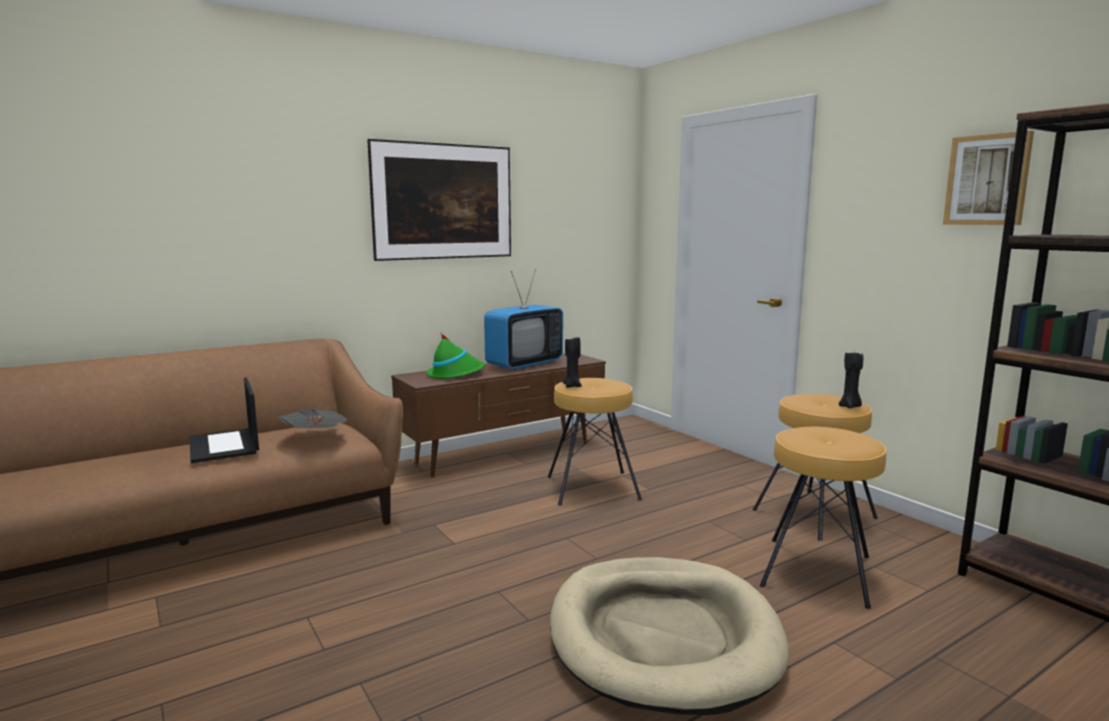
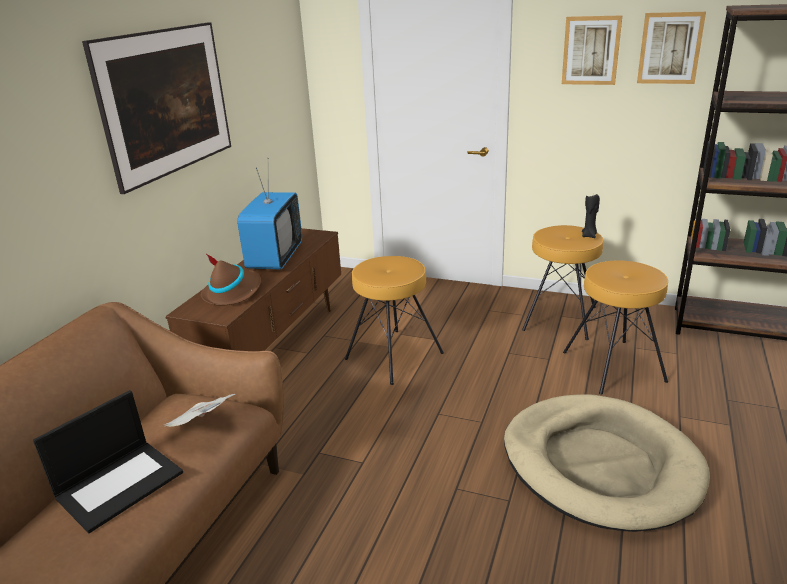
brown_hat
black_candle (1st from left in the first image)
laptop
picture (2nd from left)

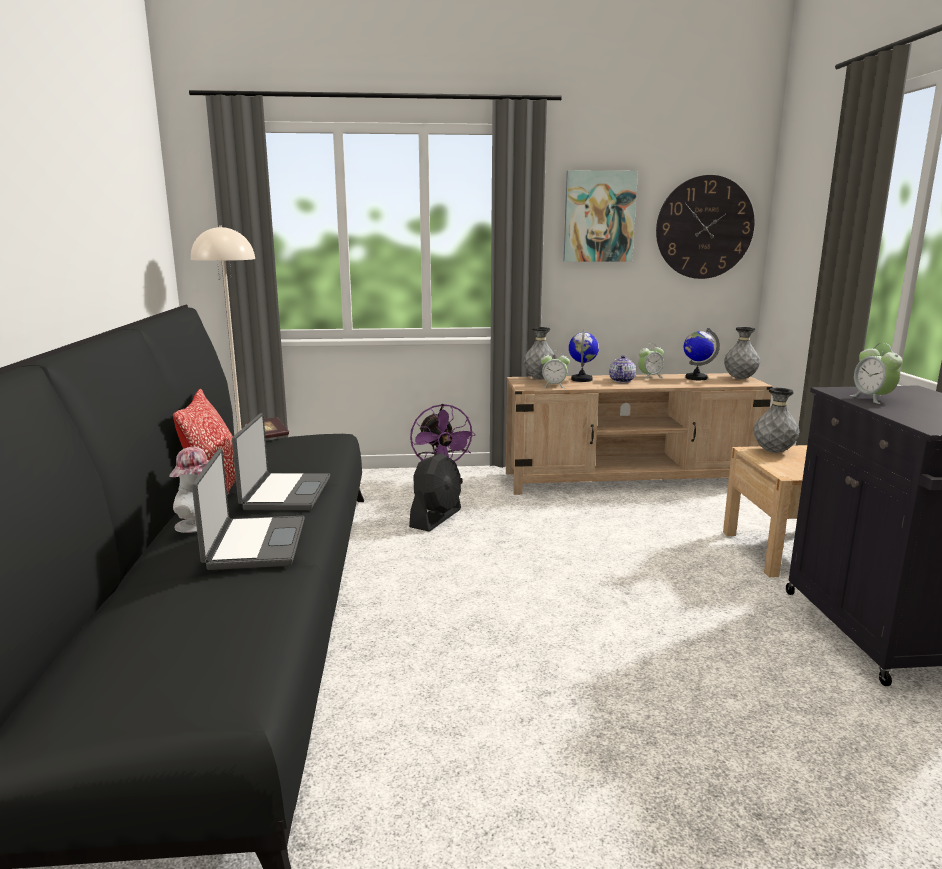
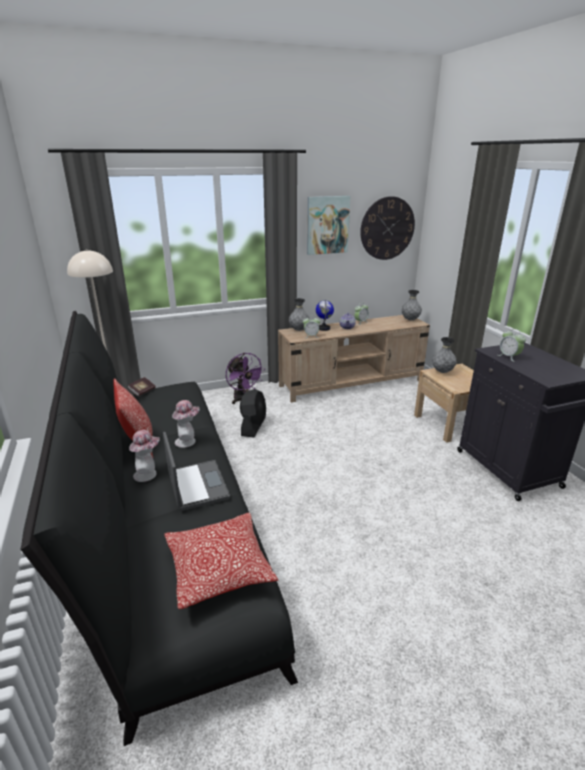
globe (2nd from left in the first image)
hat (2nd from left)
pillow (2nd from left)

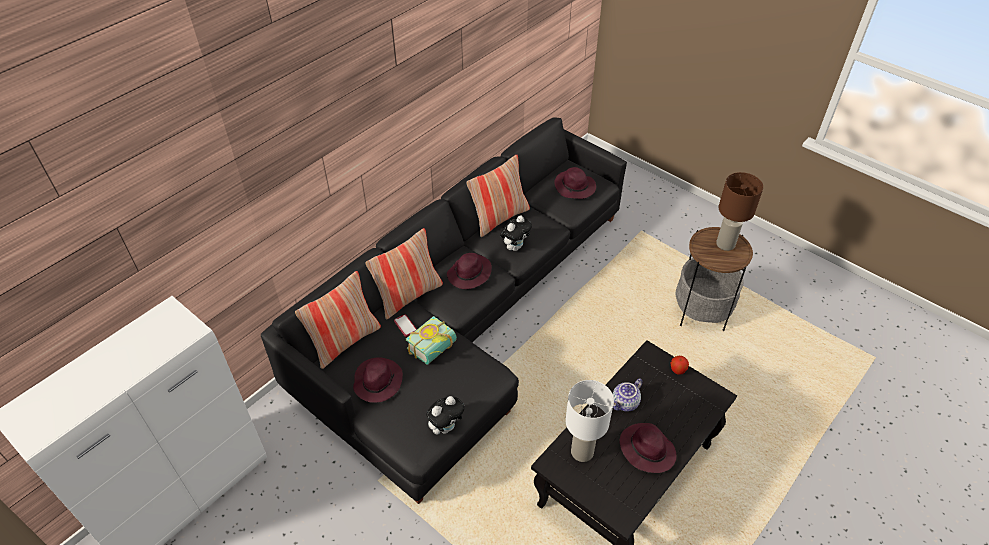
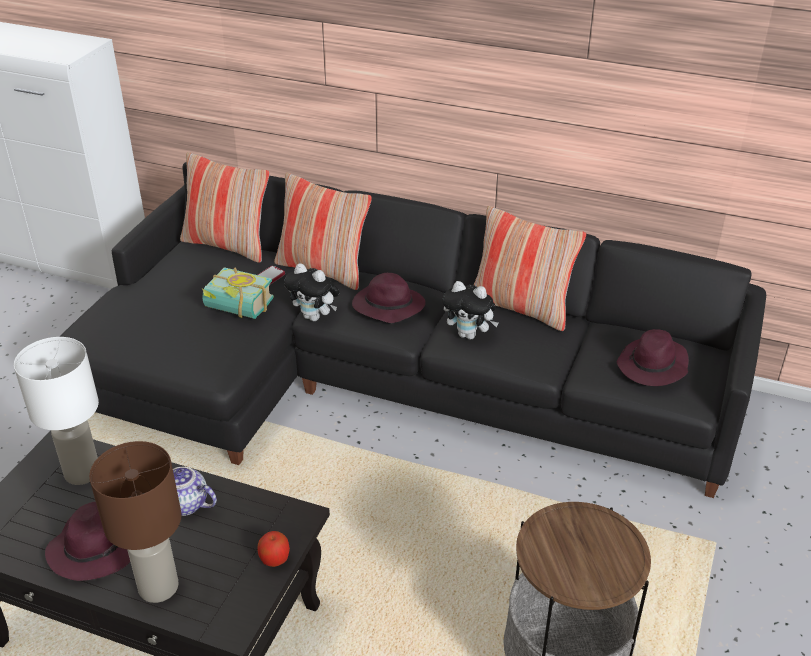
brown_table_lamp
purple_hat (1st from left in the first image)
plush_toy (1st from left)

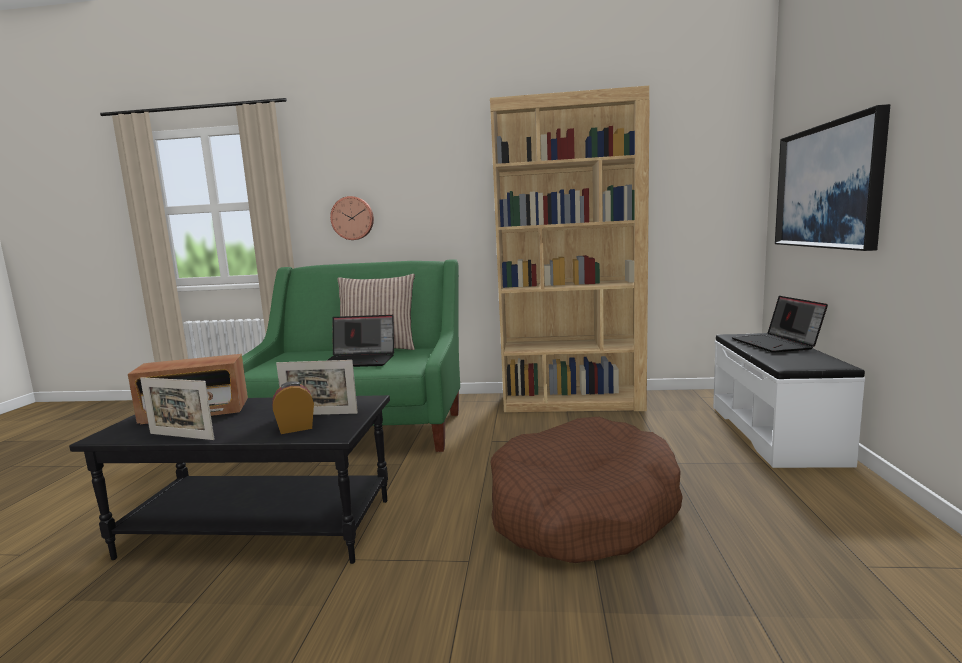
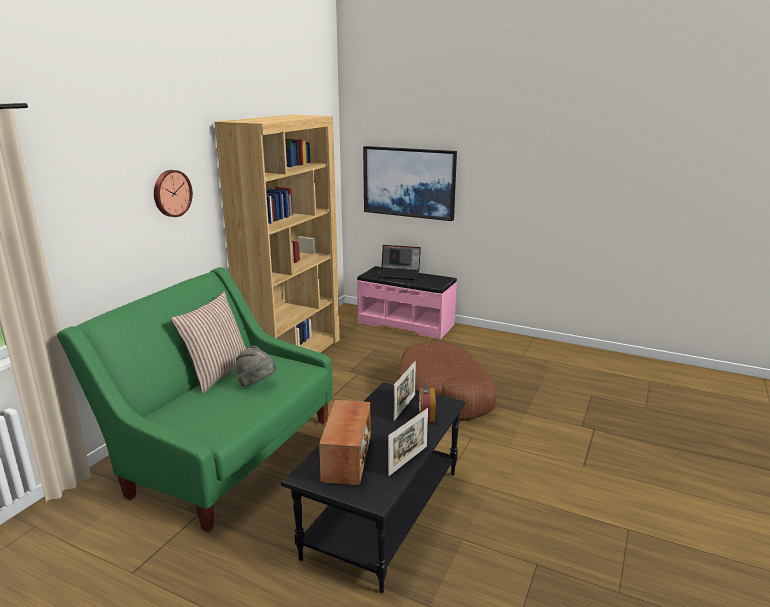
wall_clock
grey_hat
pink_bench

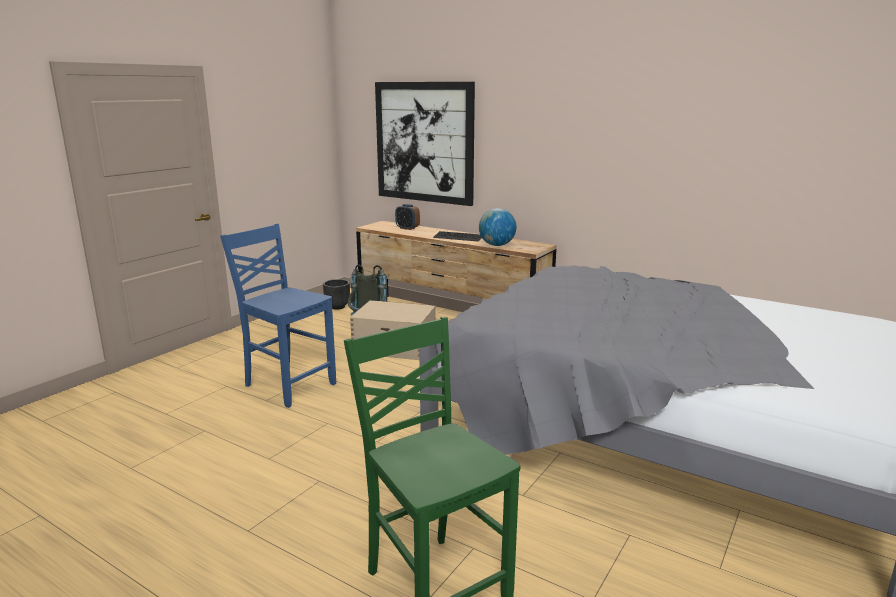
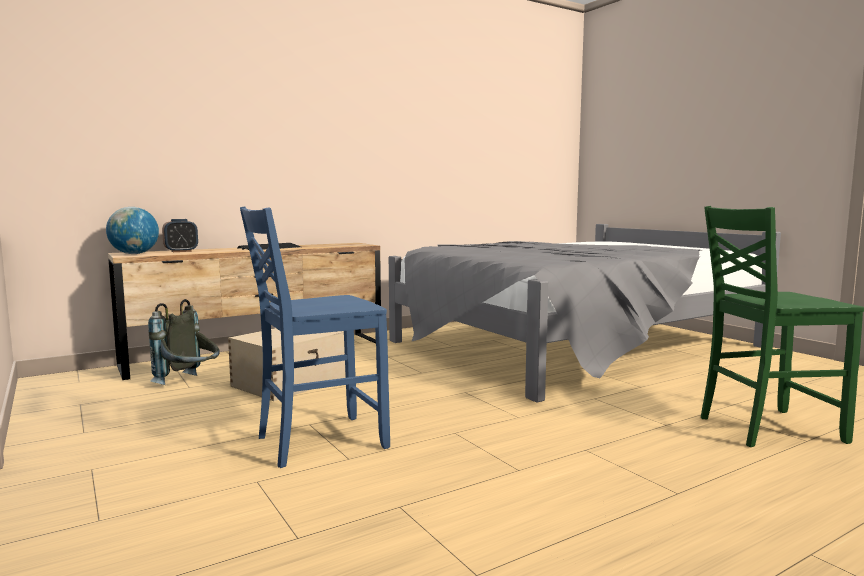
picture
globe
black_planter

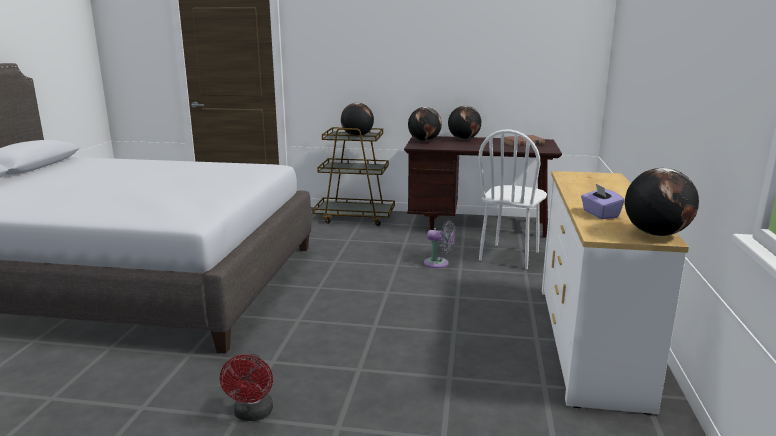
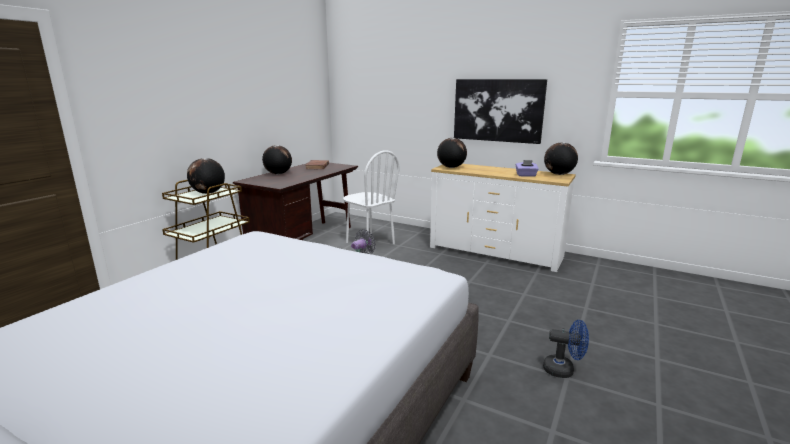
globe (3rd from left)
blue_fan
picture

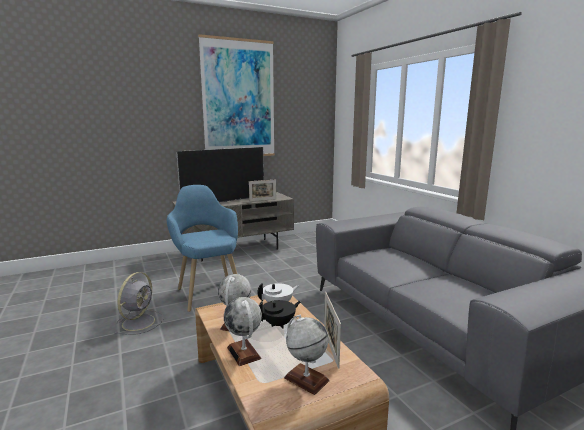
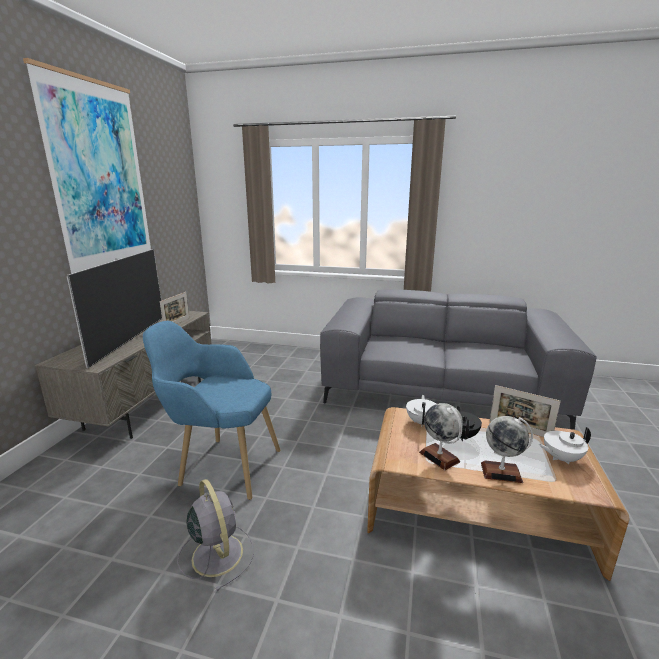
white_teapot (2nd from left)

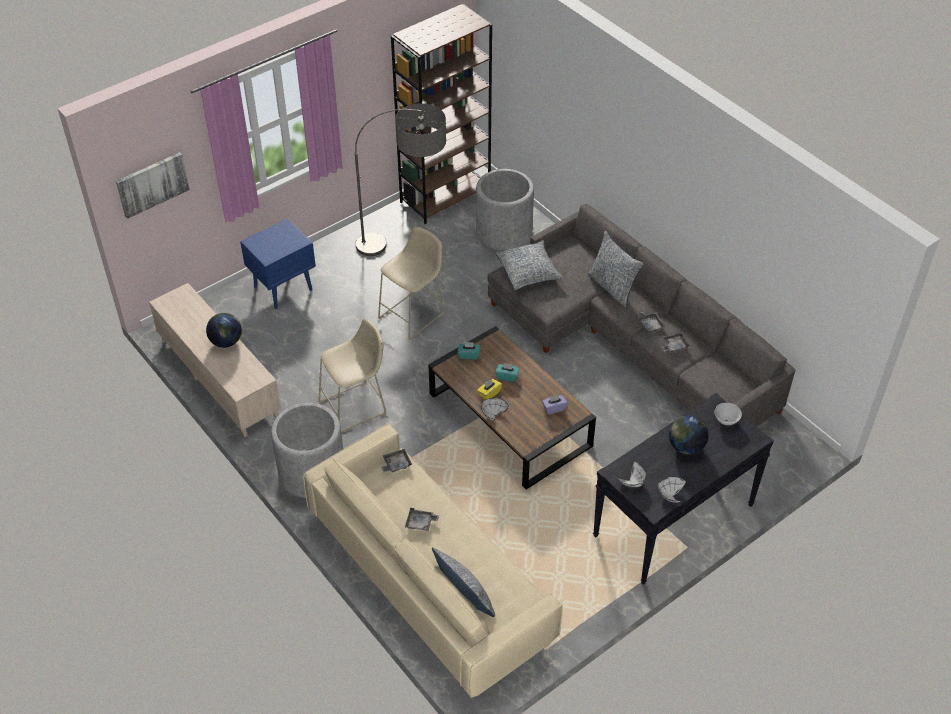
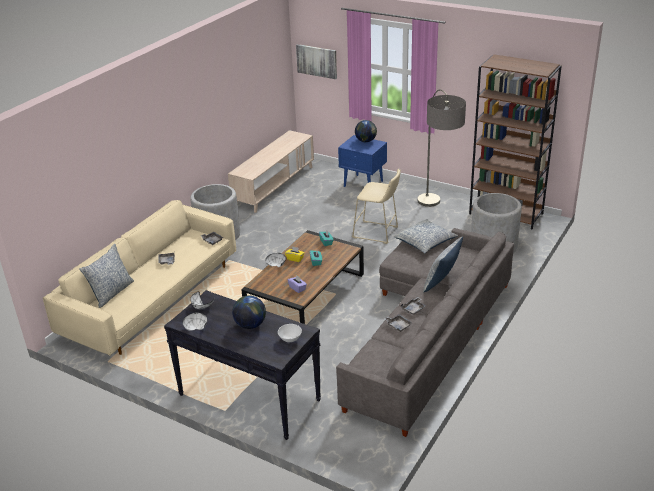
globe (2nd from left)
beige_stool (1st from left in the first image)

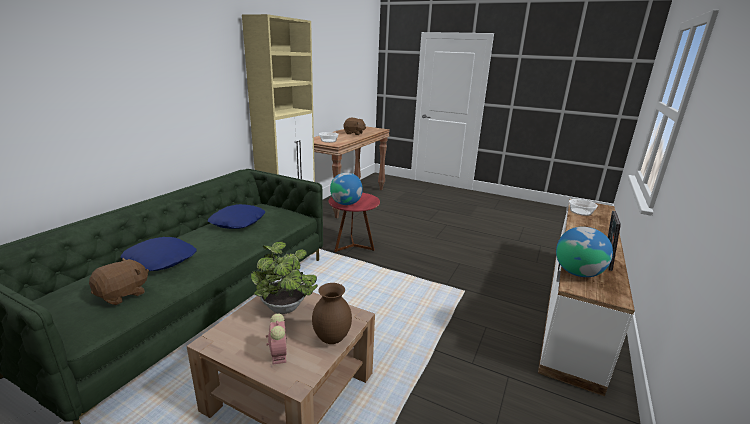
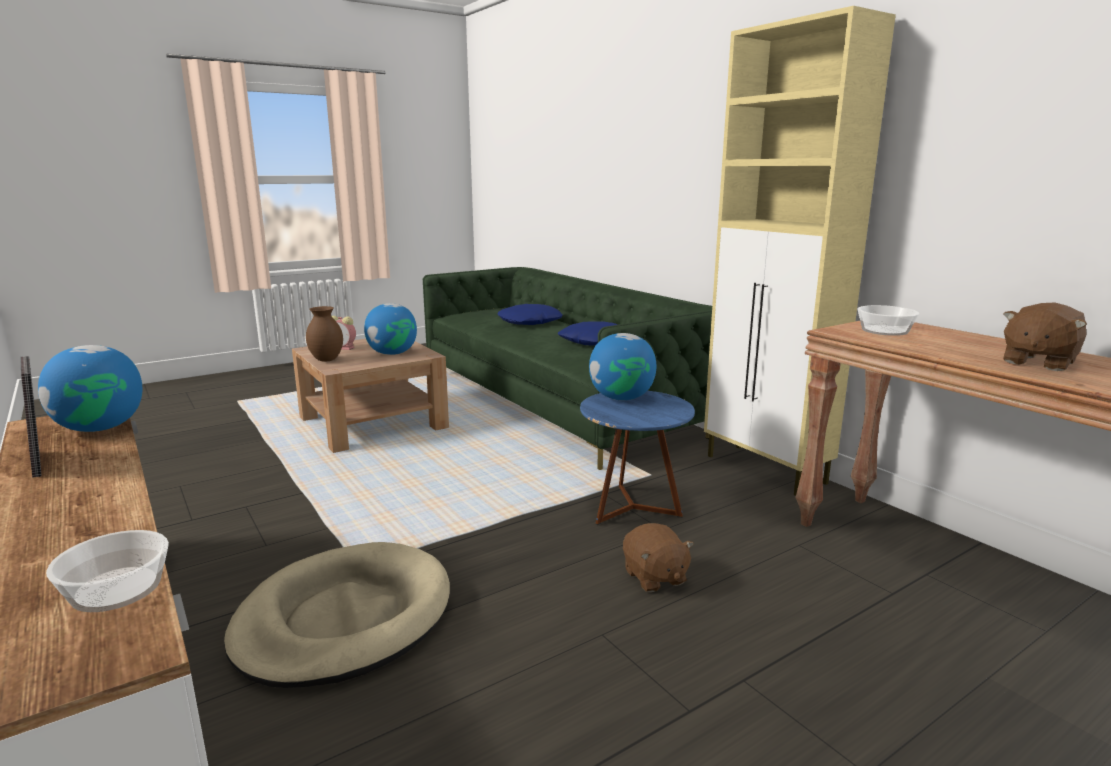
blue_side_table
globe (2nd from left)
brown_plush_toy (1st from left)
beige_dog_bed

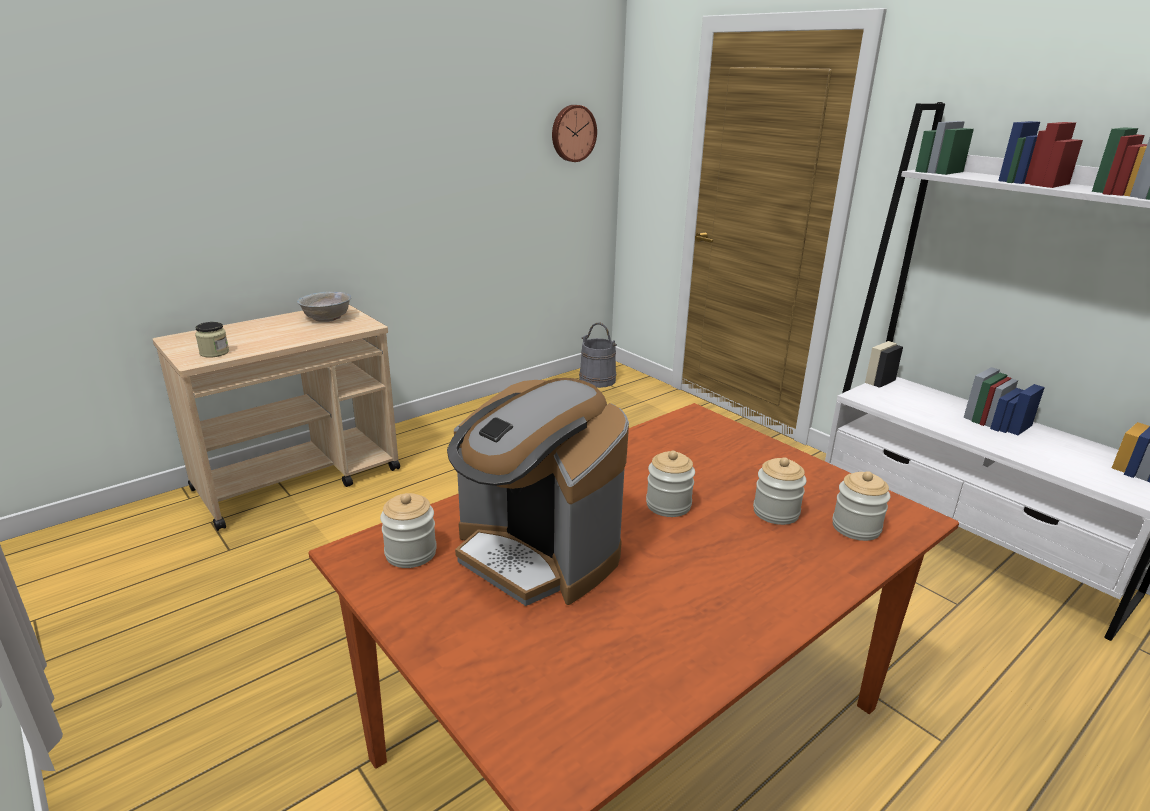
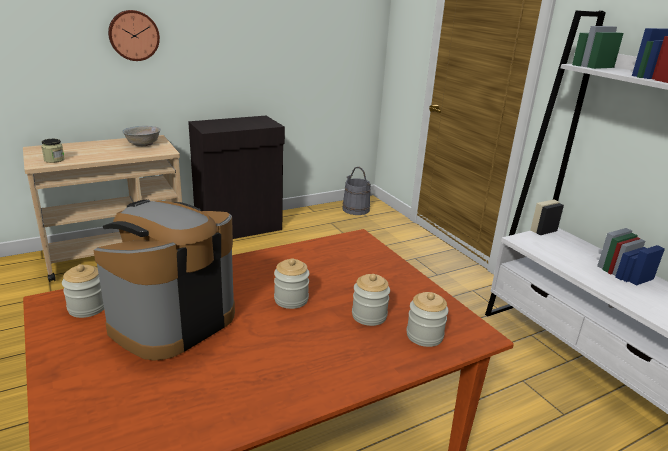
wall_clock
coffee_machine
black_cabinet

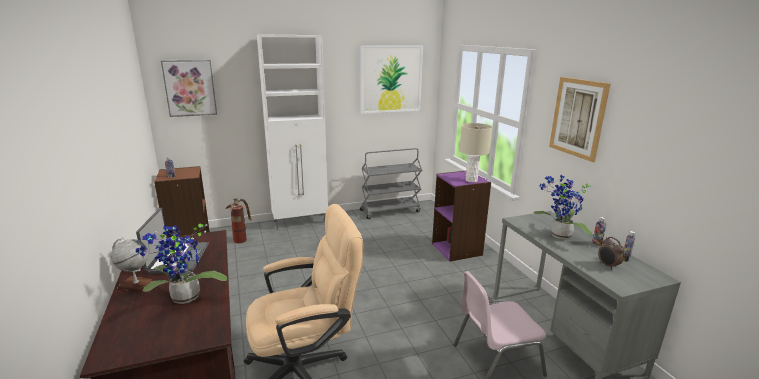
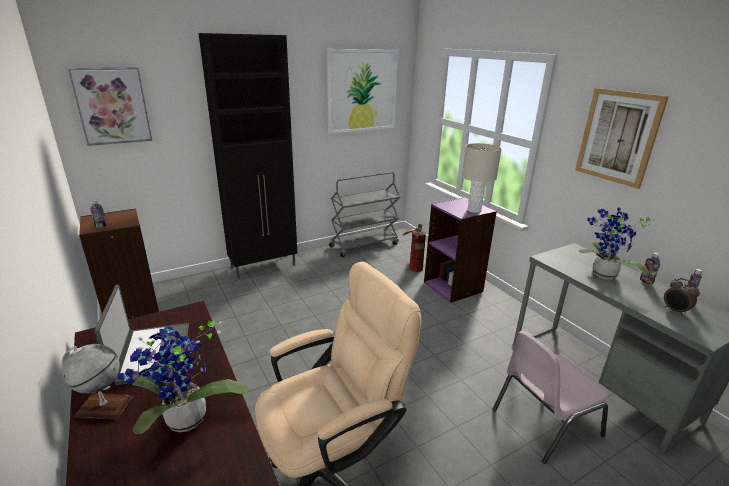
black_cabinet
fire_extinguisher

